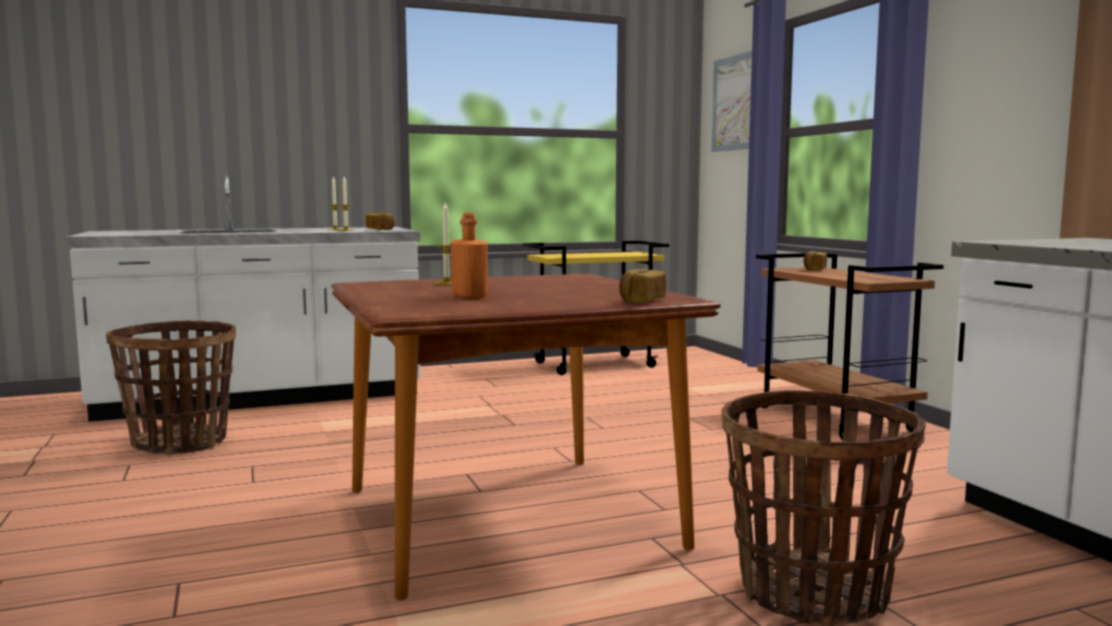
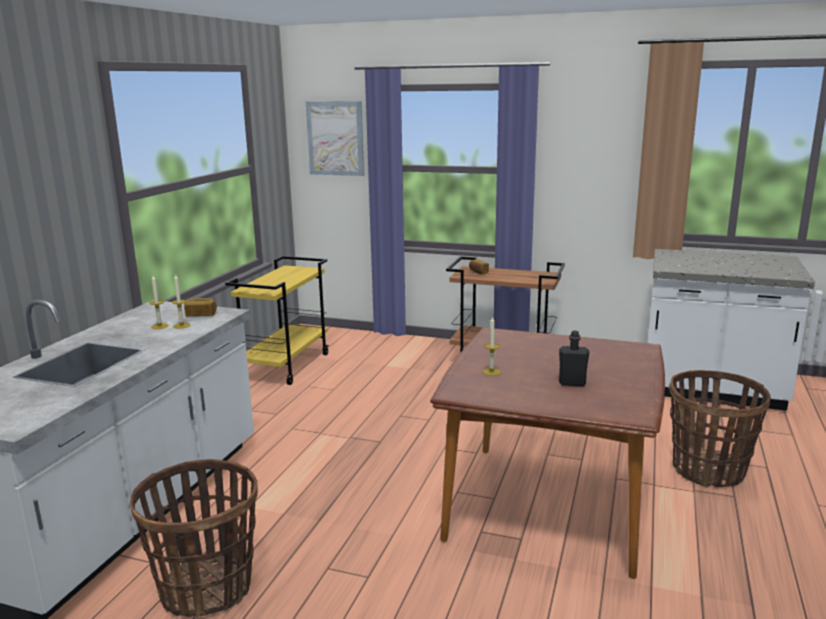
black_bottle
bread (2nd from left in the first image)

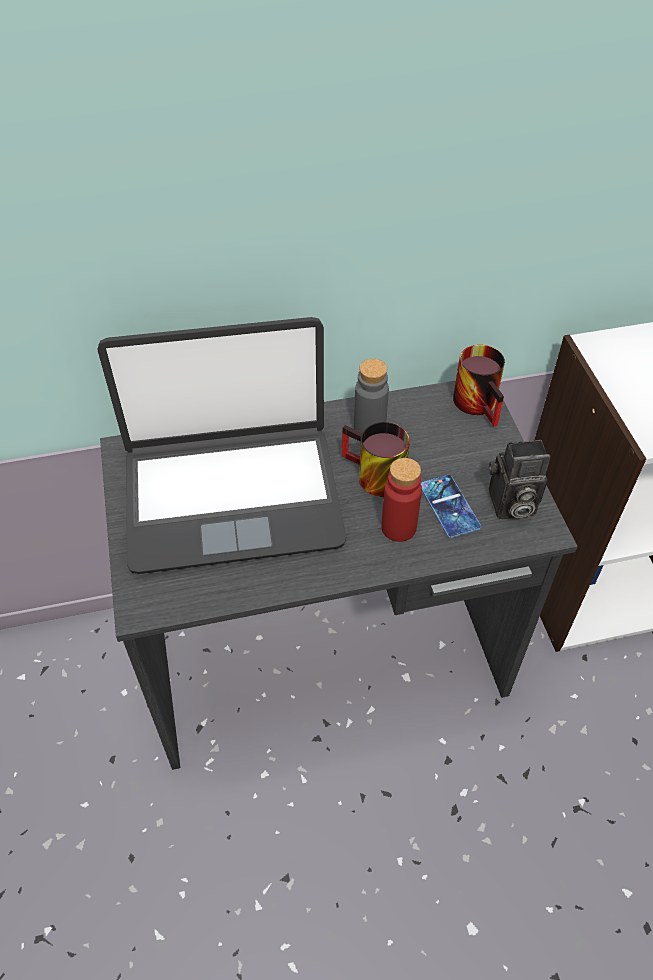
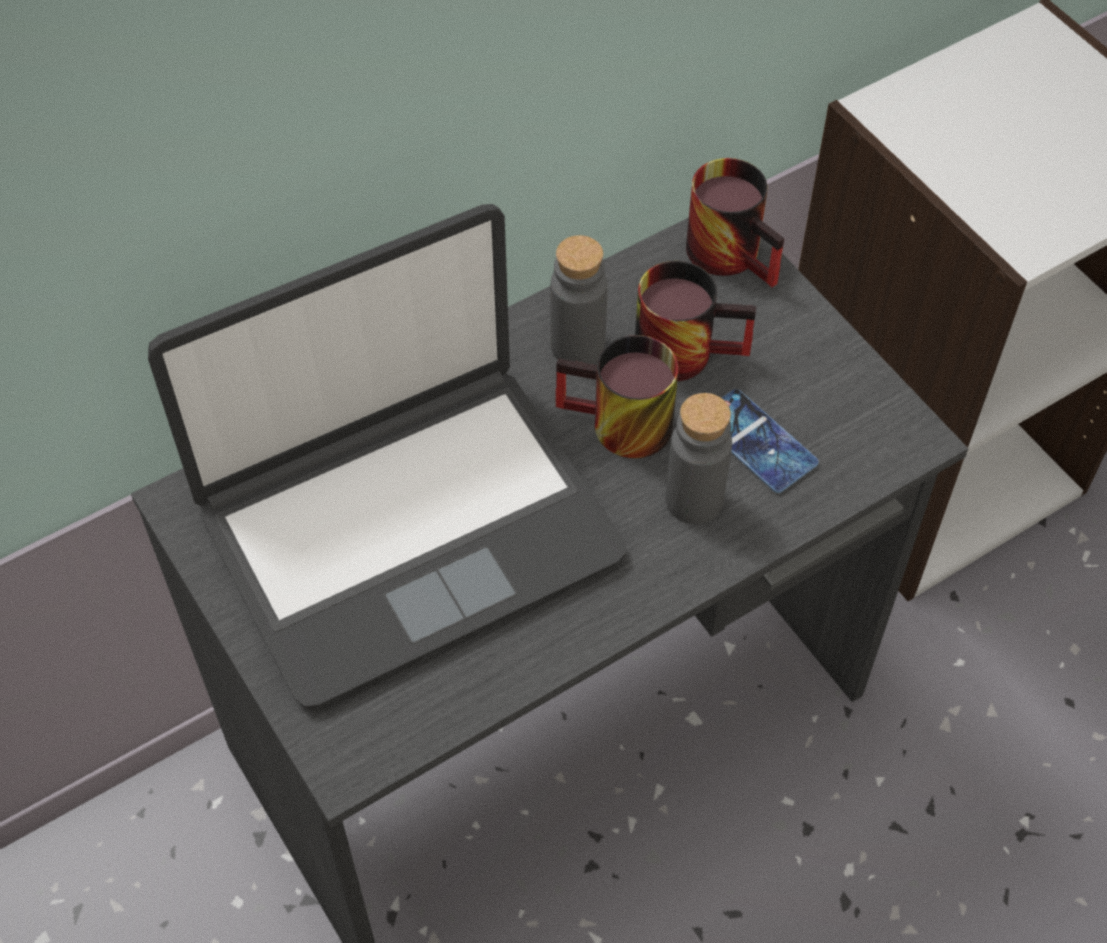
photo_camera
grey_bottle (2nd from left)
mug (2nd from left)

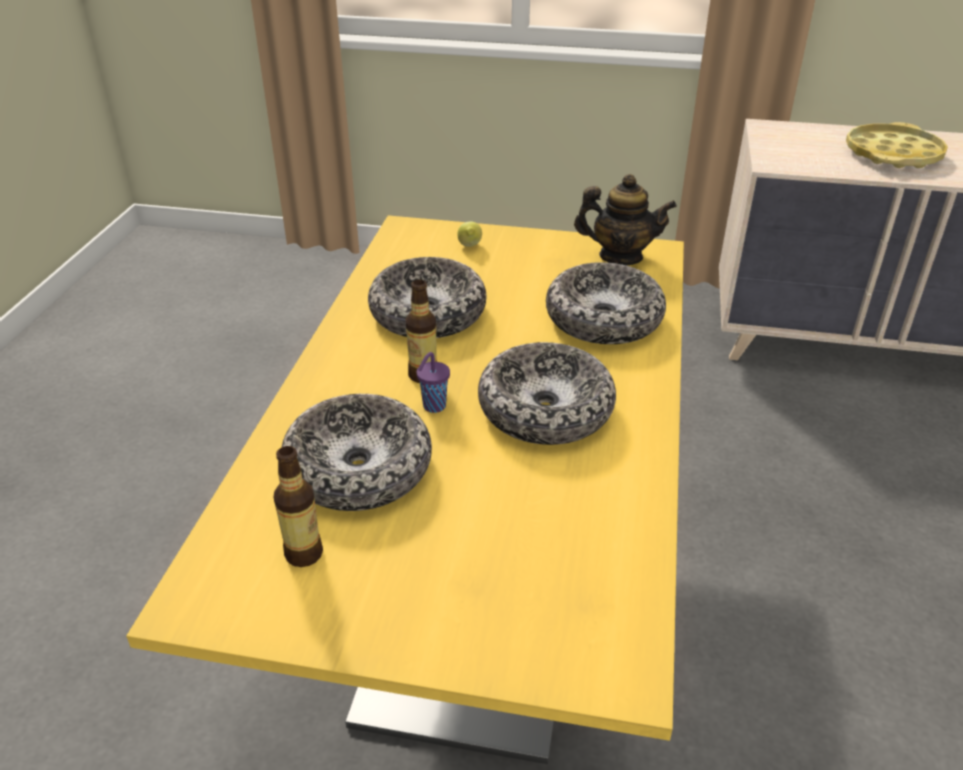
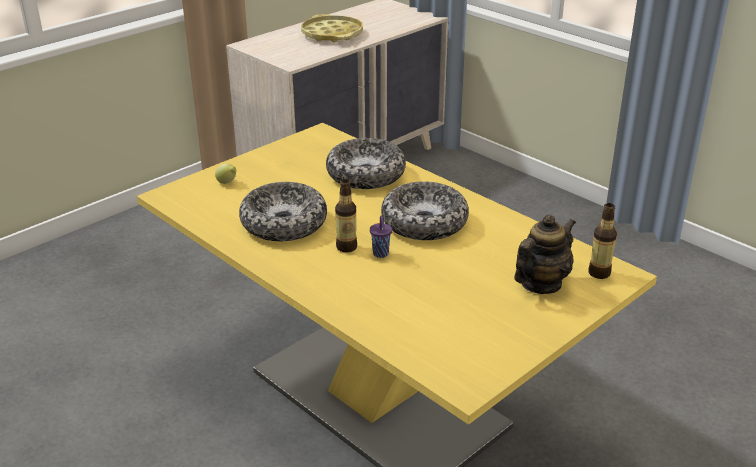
teapot
bowl (1st from left in the first image)
bottle (2nd from left)

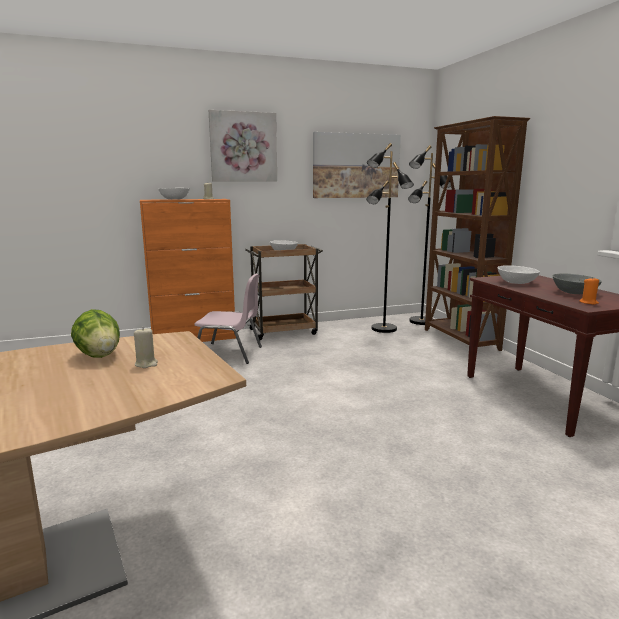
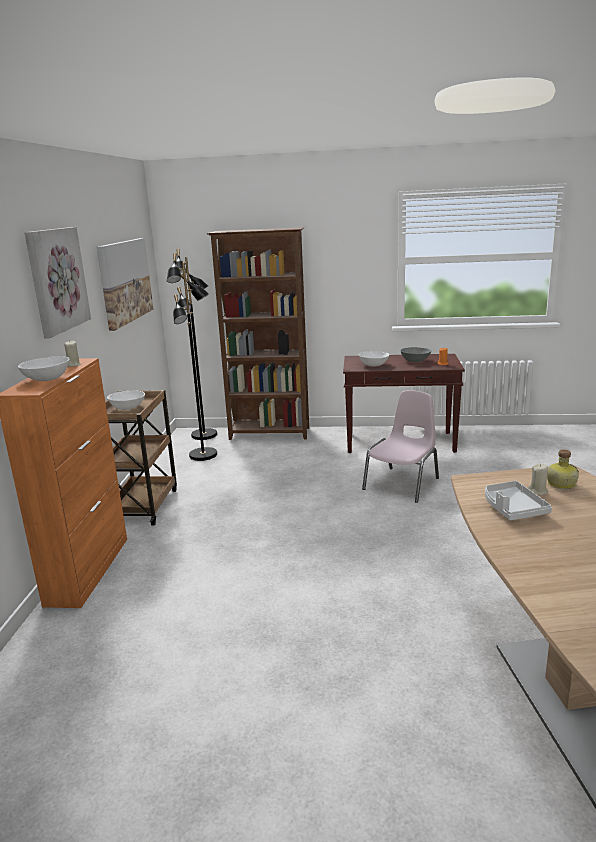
pink_chair
grey_tray
bottle

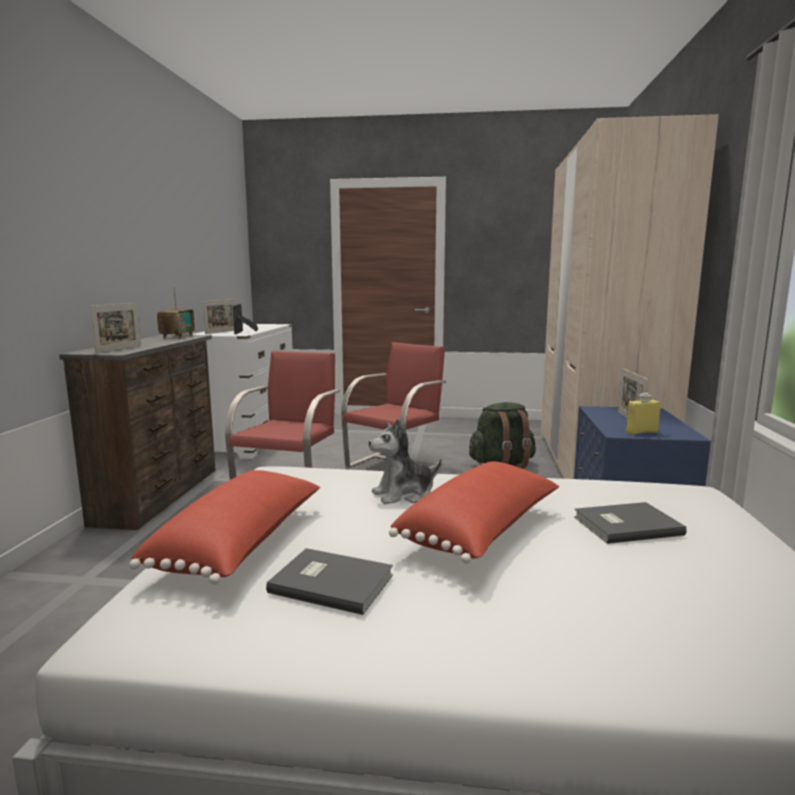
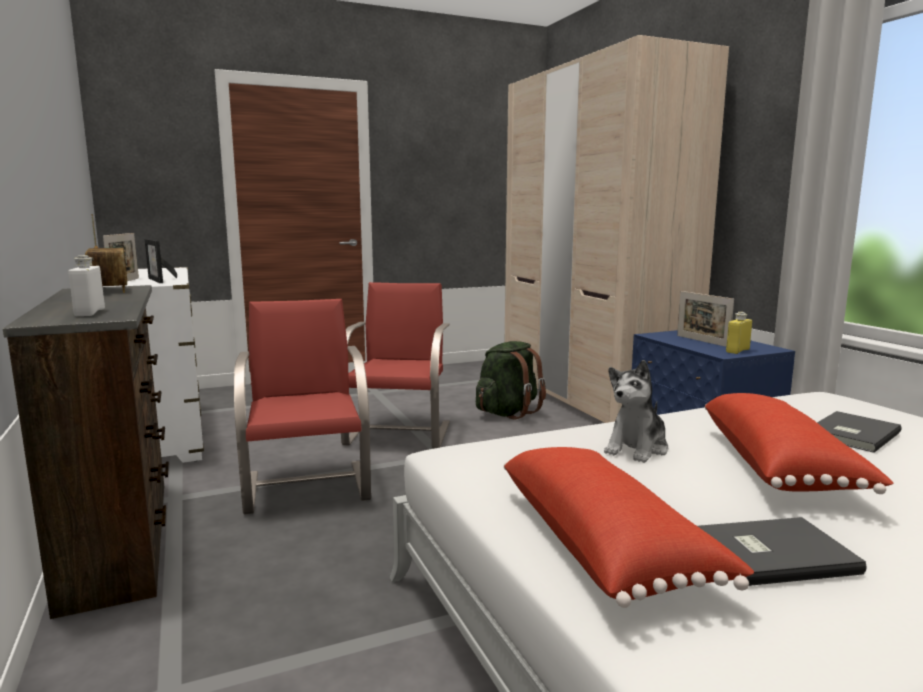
white_bottle

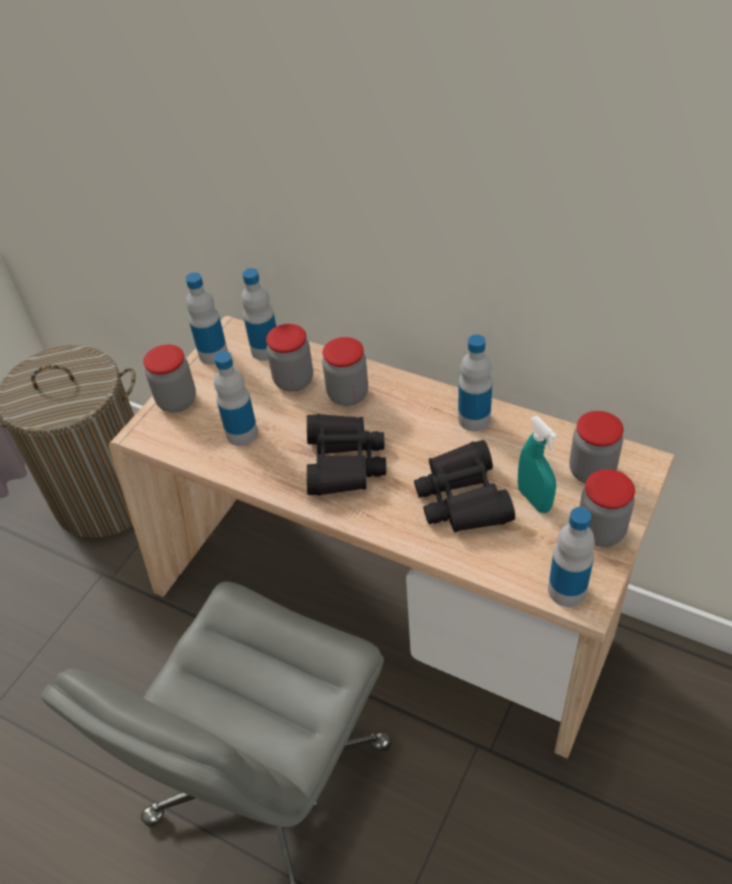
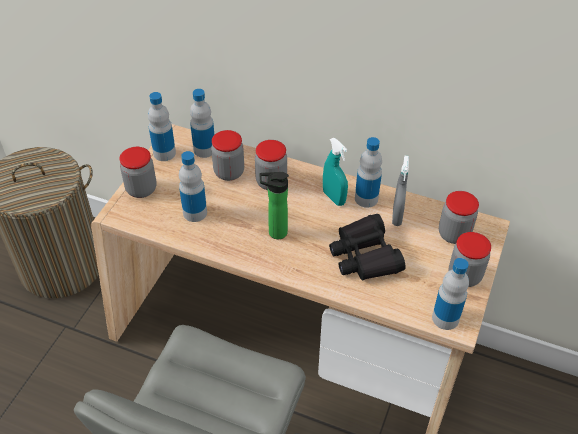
bottle (4th from left)
turquoise_spray_bottle
grey_spray_bottle

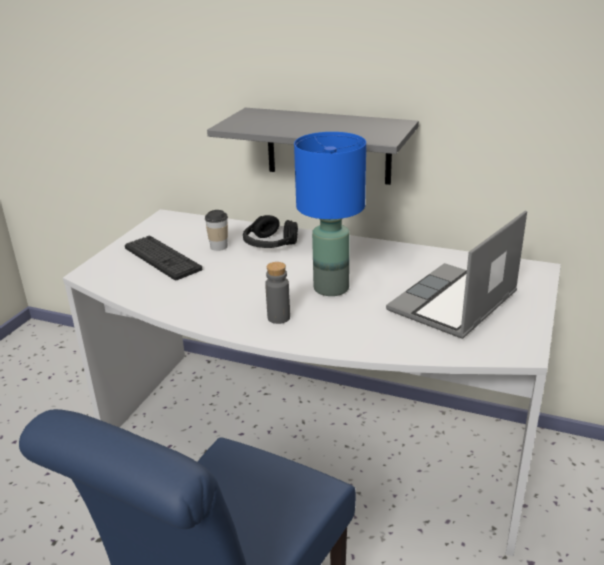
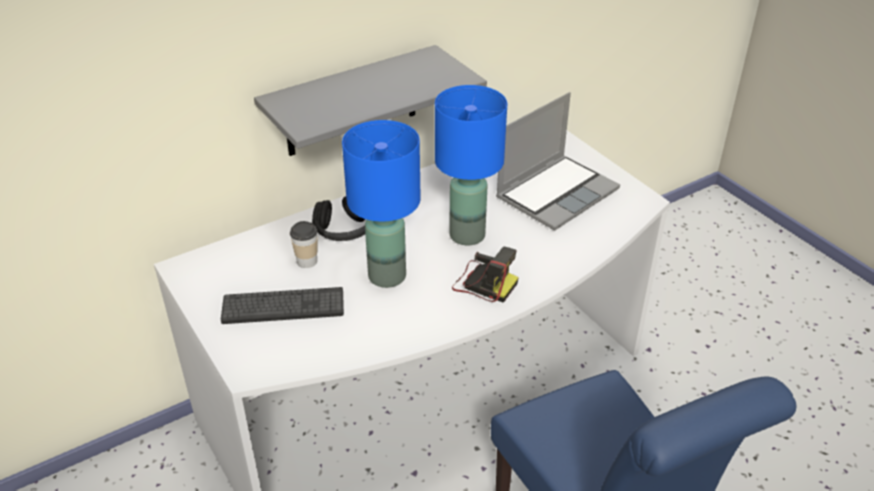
laptop
photo_camera
blue_table_lamp (1st from left)

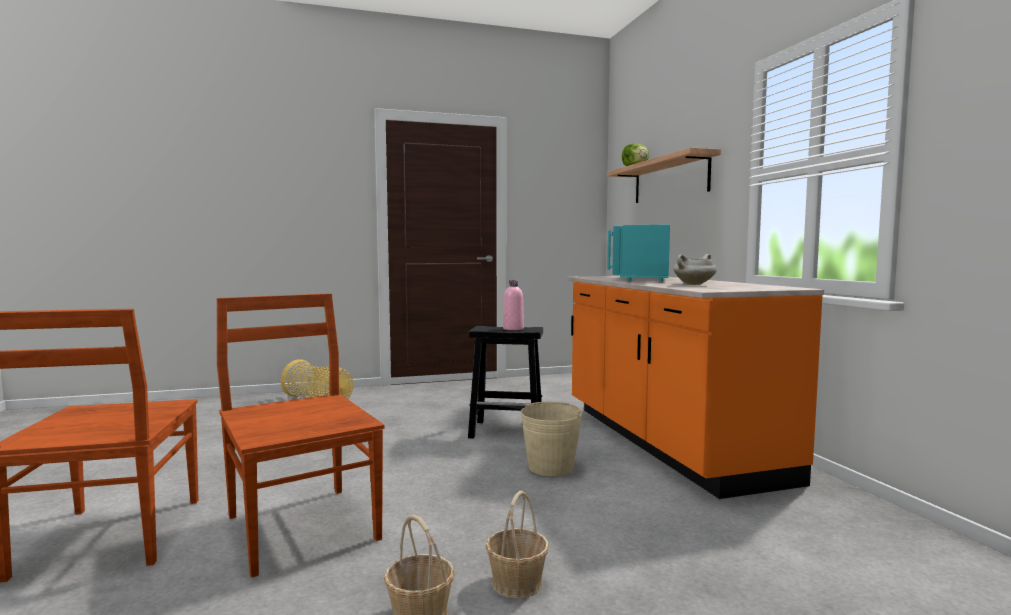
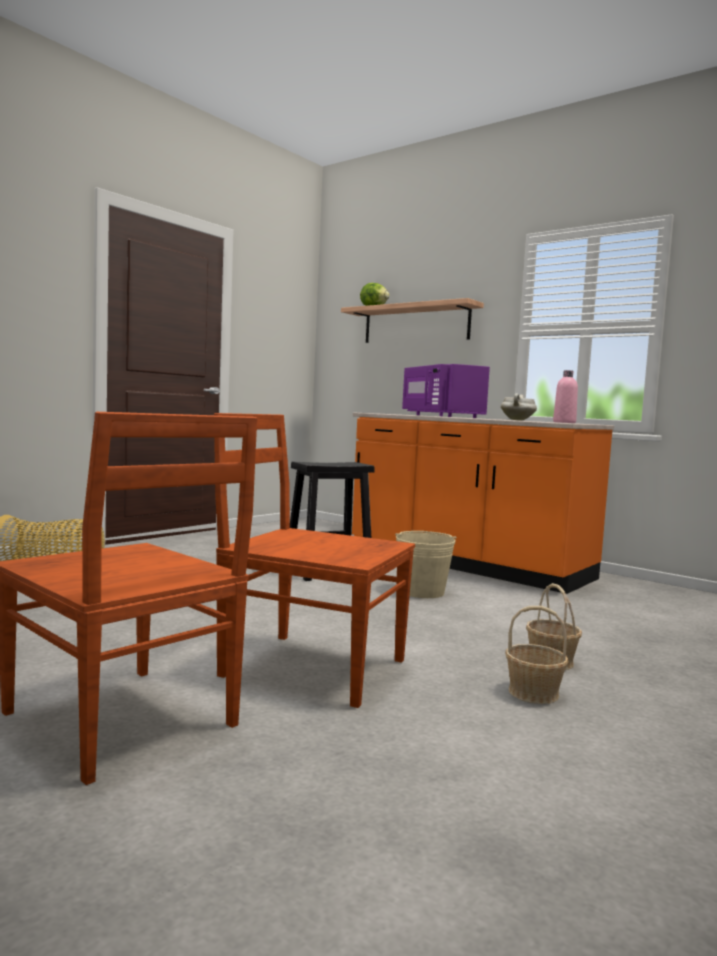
purple_microwave
pink_bottle

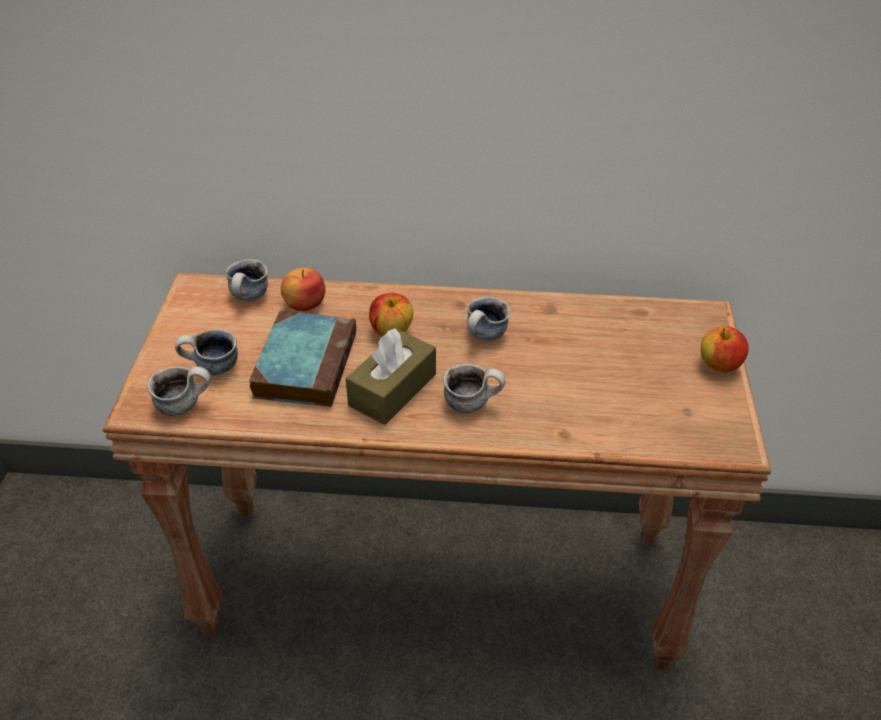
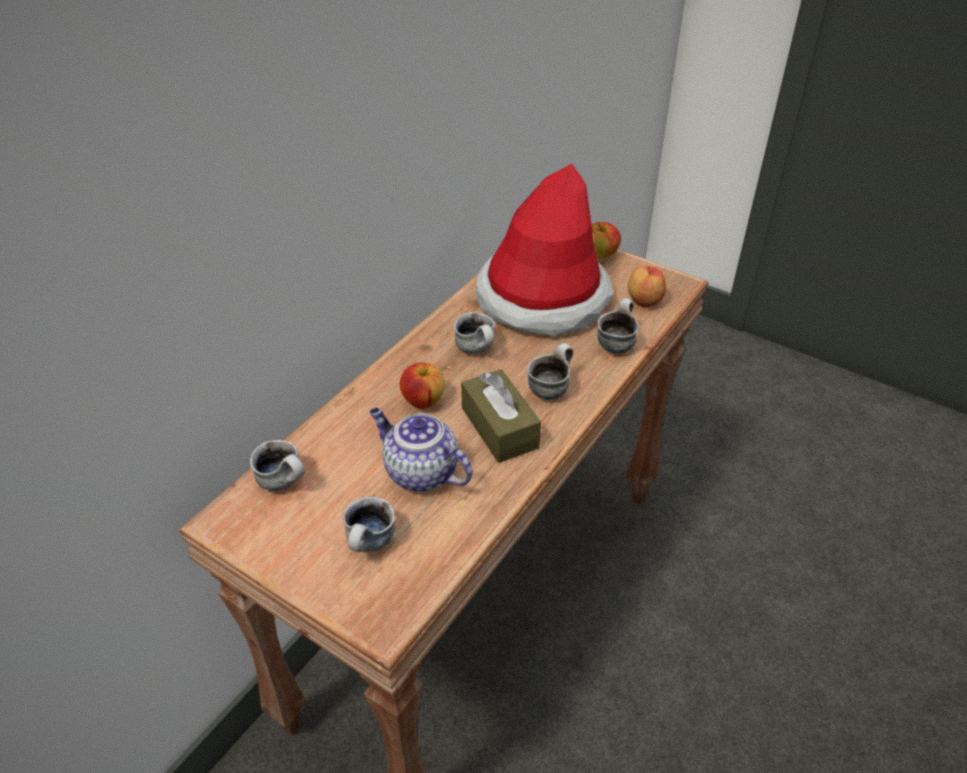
apple (3rd from left)
teapot
mug (5th from left)
hat

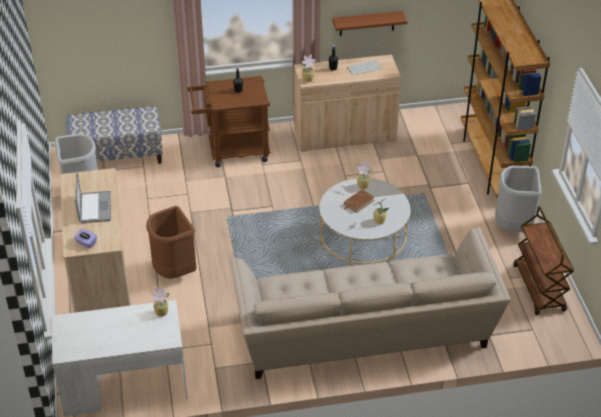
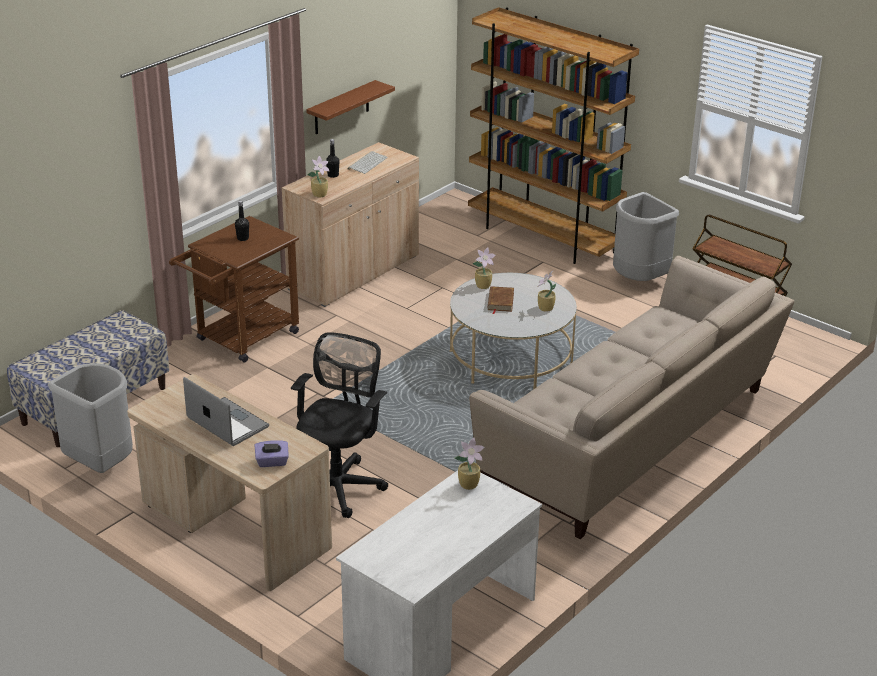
black_office_chair

